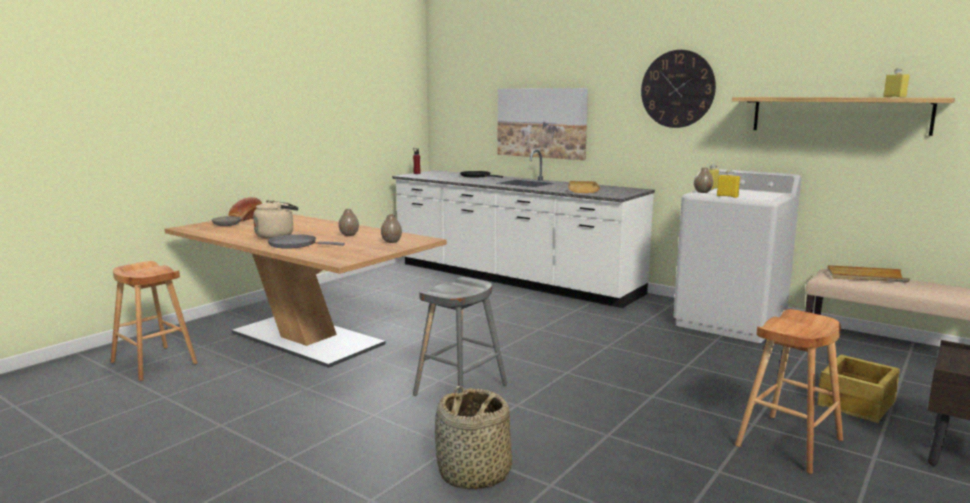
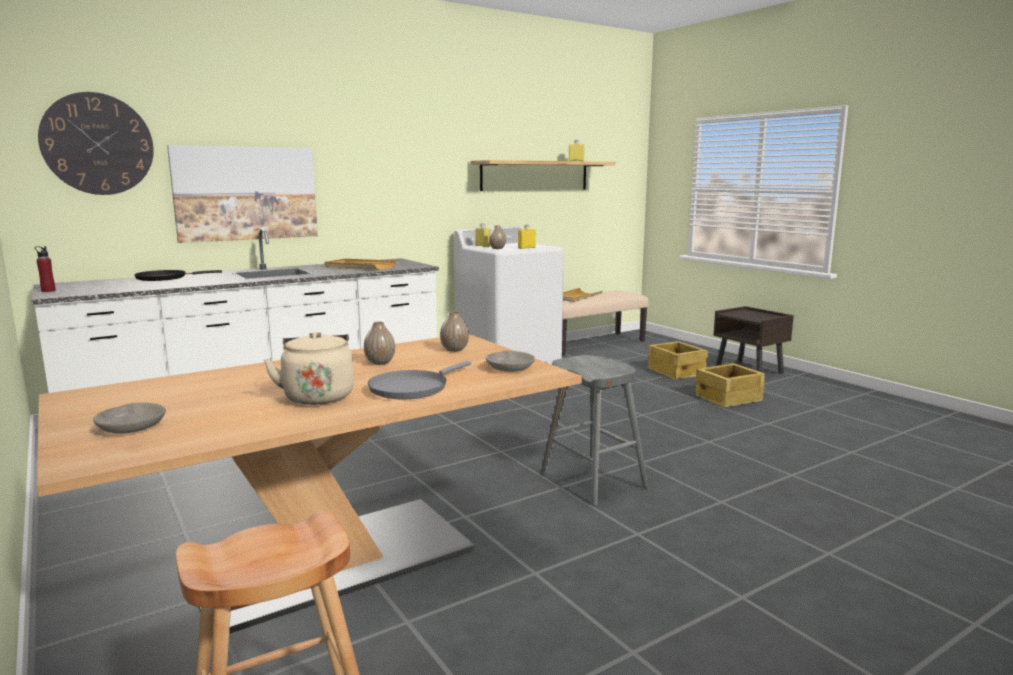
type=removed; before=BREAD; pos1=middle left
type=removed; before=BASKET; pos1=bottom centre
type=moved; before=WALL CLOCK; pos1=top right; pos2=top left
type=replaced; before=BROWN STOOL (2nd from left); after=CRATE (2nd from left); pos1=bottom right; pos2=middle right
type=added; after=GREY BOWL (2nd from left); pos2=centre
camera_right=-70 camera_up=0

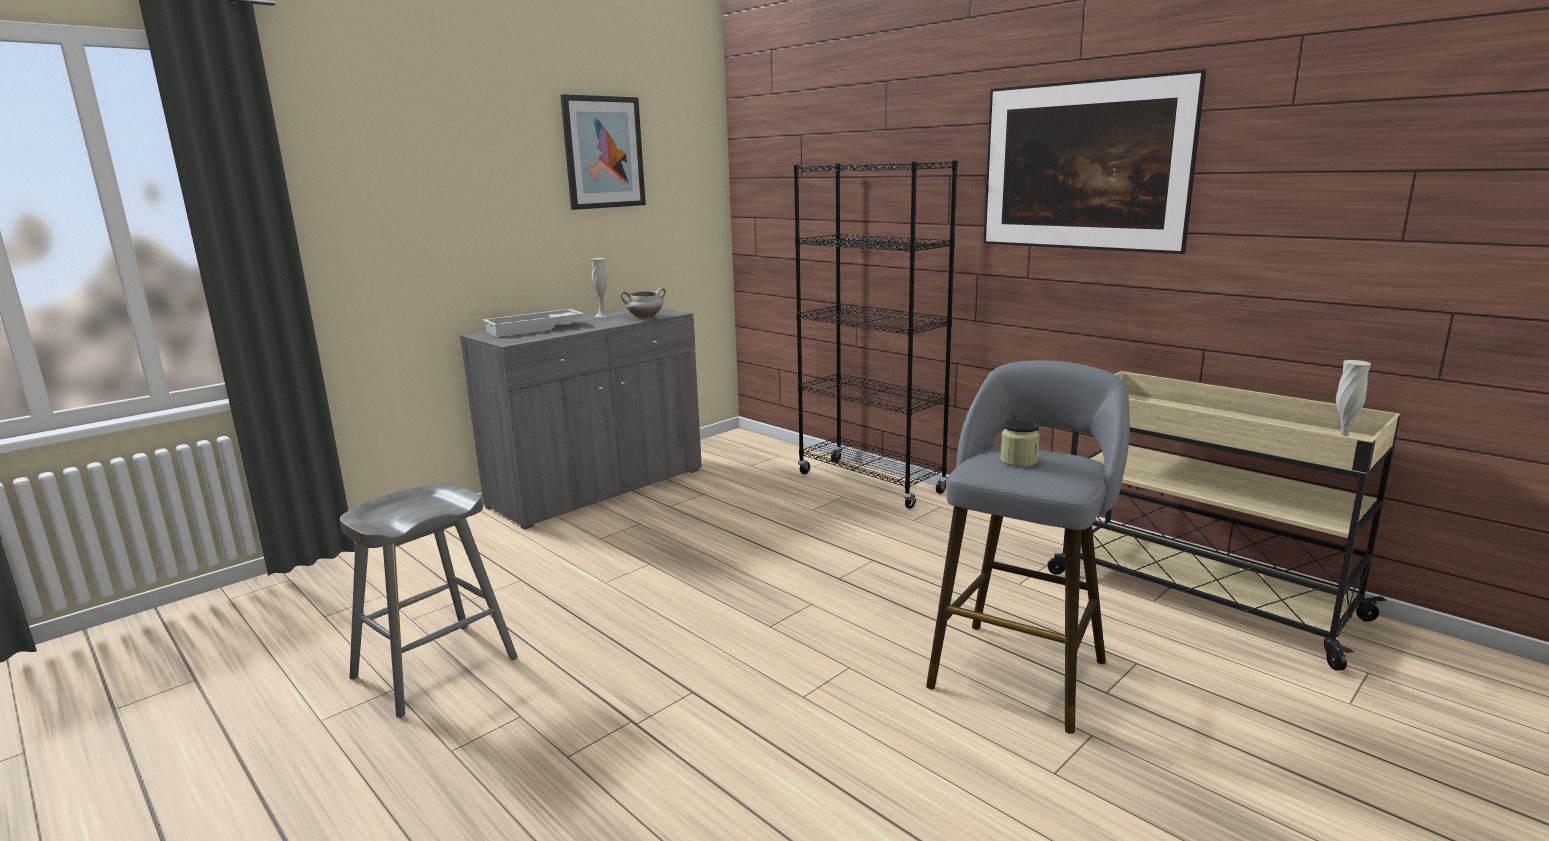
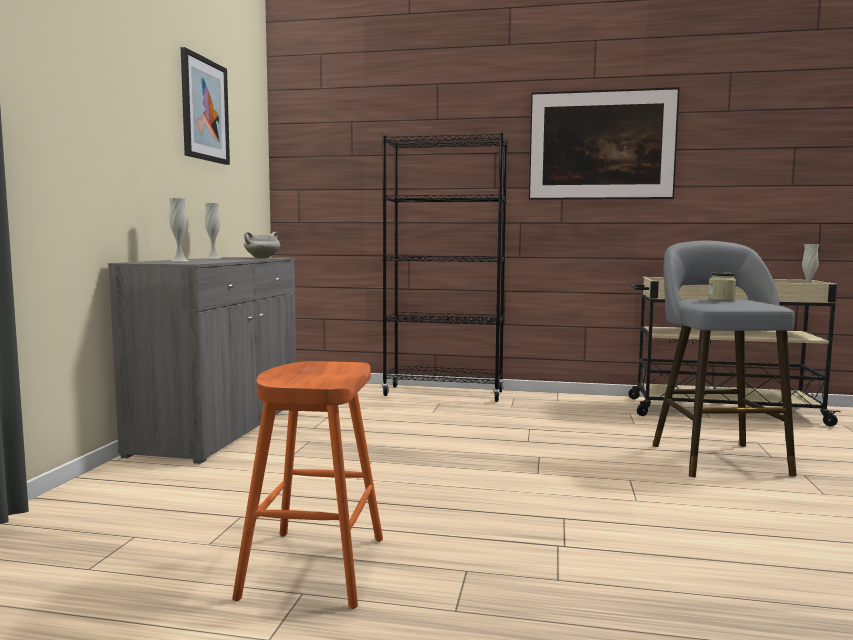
type=recoloured; before=GREY STOOL (1st from left); after=ORANGE STOOL; pos1=bottom left; pos2=bottom centre
type=replaced; before=WHITE TRAY; after=WHITE VASE (1st from left); pos1=centre; pos2=middle left
camera_right=-35 camera_up=-10

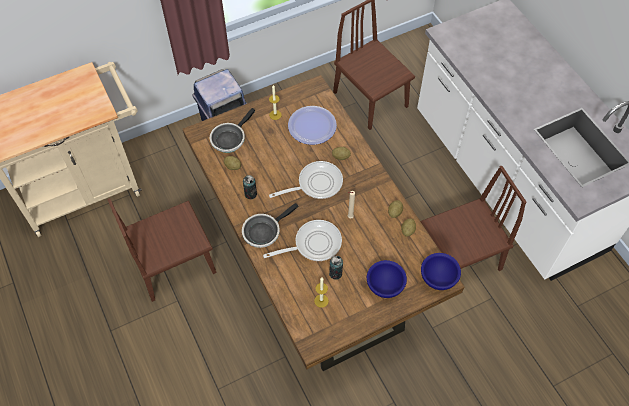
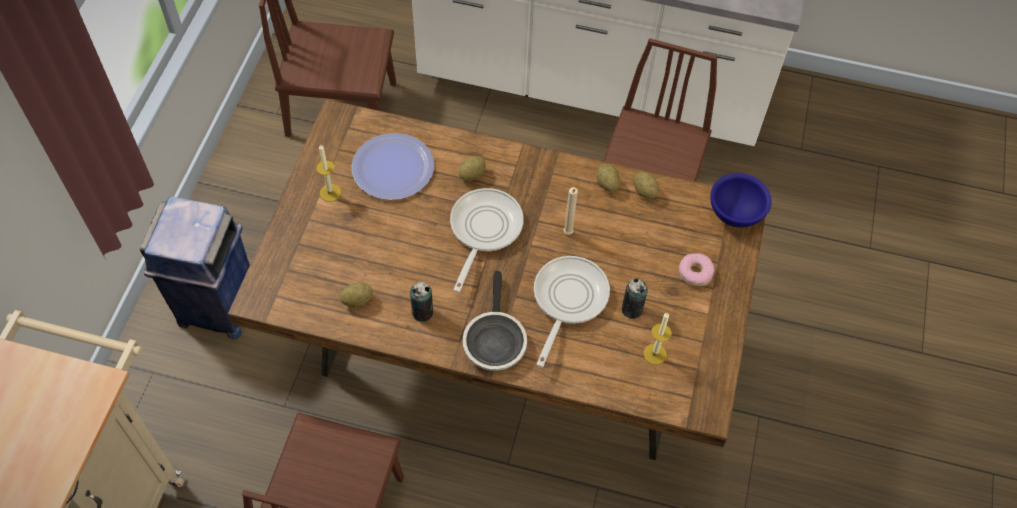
type=removed; before=FRYING PAN (1st from left); pos1=top centre
type=replaced; before=BLUE BOWL (1st from left); after=DONUT; pos1=bottom centre; pos2=middle right
camera_right=-50 camera_up=0

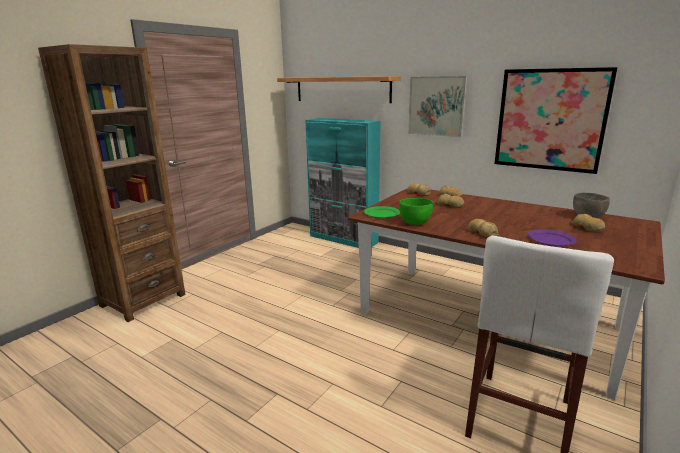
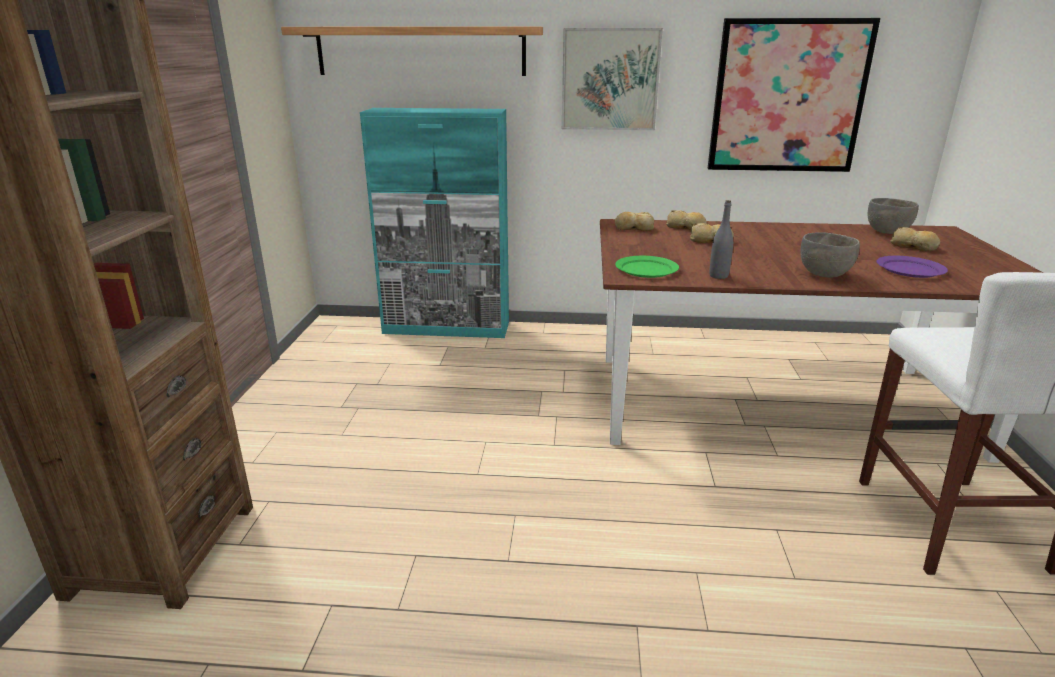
type=replaced; before=GREEN BOWL; after=GREY BOTTLE; pos1=centre; pos2=middle right
type=replaced; before=BREAD (4th from left); after=GREY BOWL (1st from left); pos1=middle right; pos2=middle right
camera_right=-30 camera_up=5

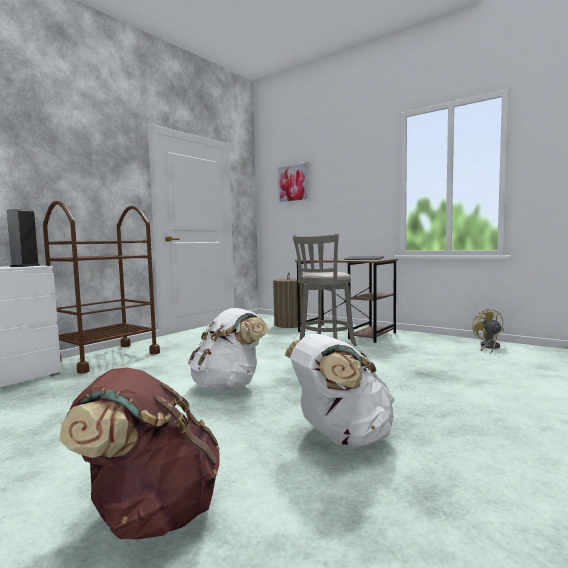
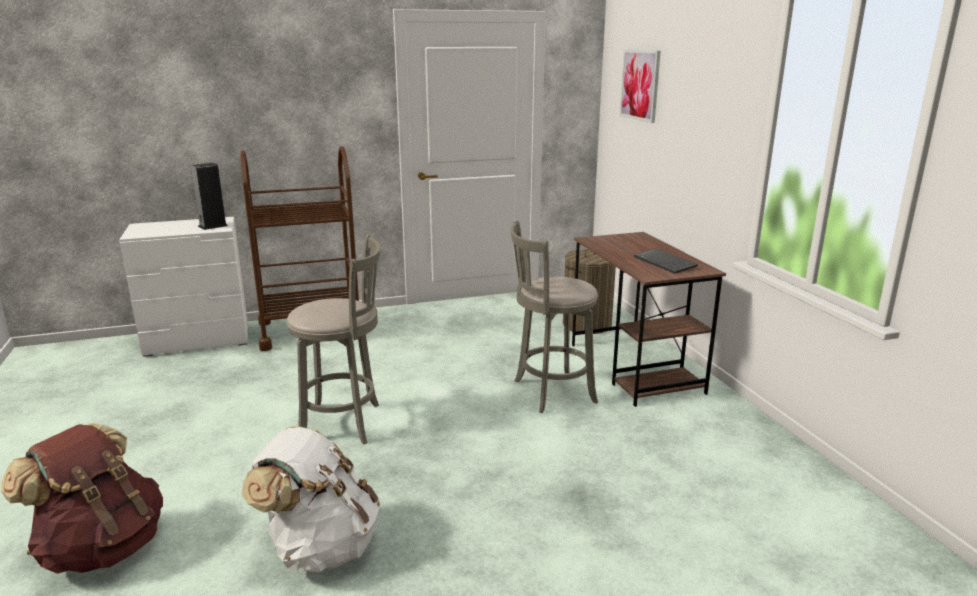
type=replaced; before=WHITE BACKPACK (1st from left); after=GREY STOOL (1st from left); pos1=centre; pos2=centre
type=removed; before=YELLOW FAN; pos1=middle right
camera_right=35 camera_up=15

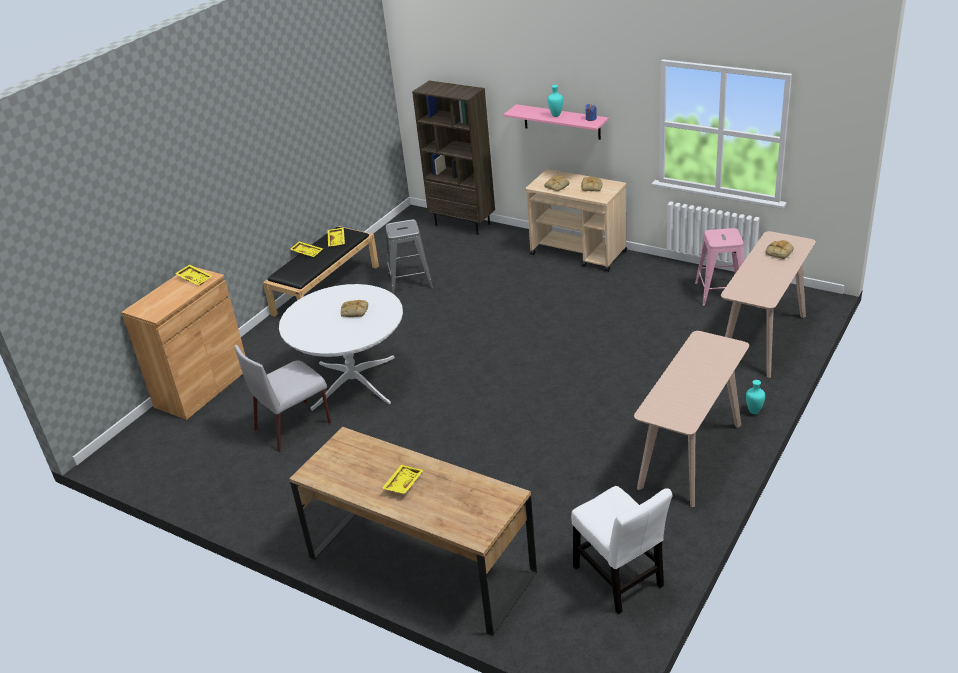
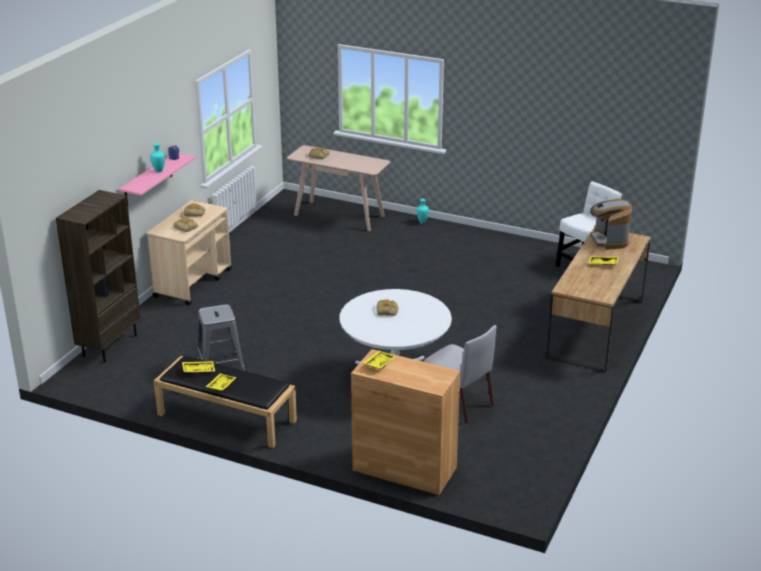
type=removed; before=BEIGE CONSOLE TABLE (1st from left); pos1=middle right
type=removed; before=PINK STOOL; pos1=middle right
type=added; after=COFFEE MACHINE; pos2=middle right
camera_right=-100 camera_up=-5

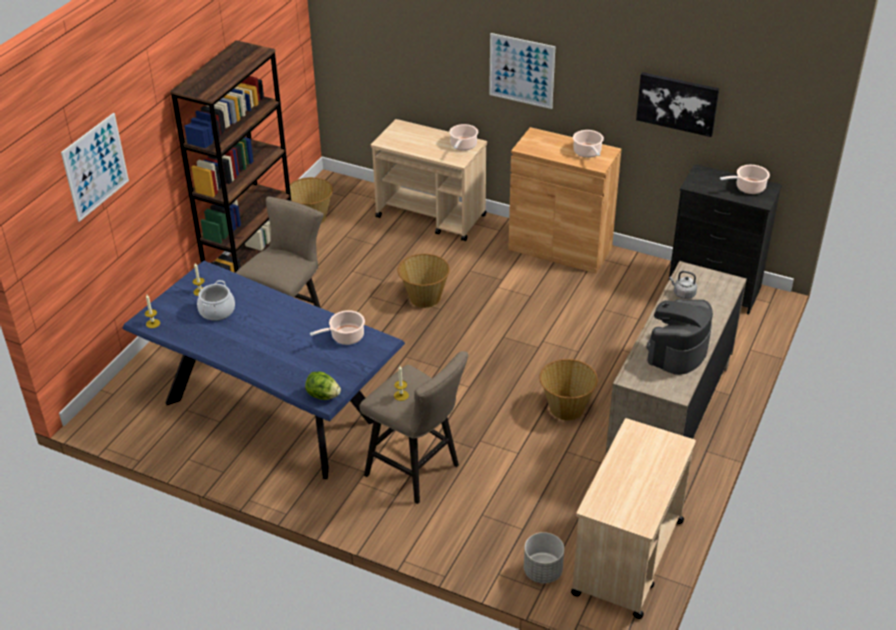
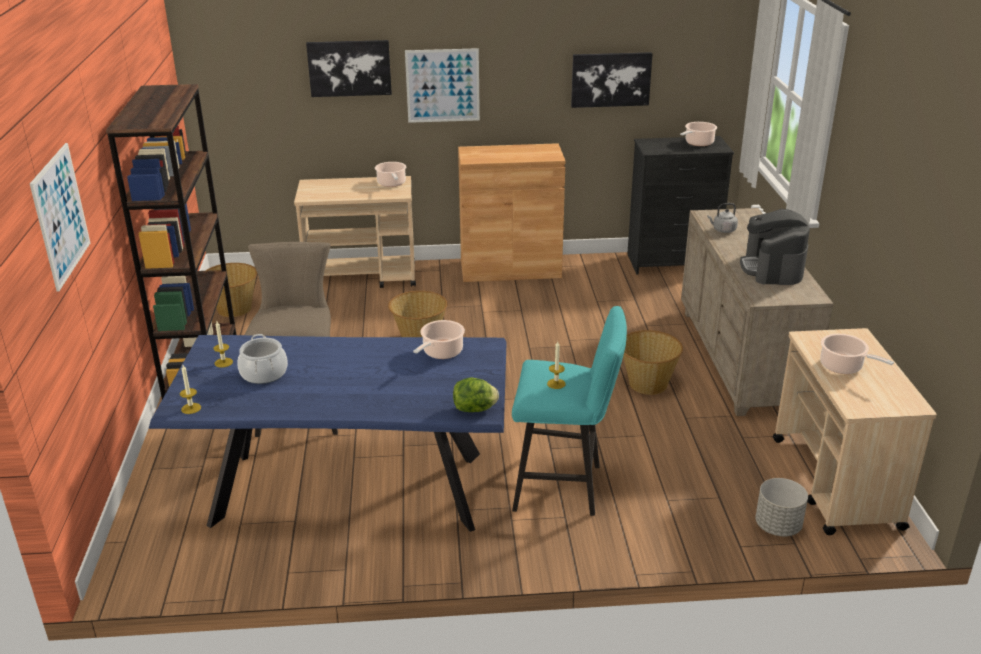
type=recoloured; before=BEIGE STOOL (2nd from left); after=TURQUOISE STOOL; pos1=bottom centre; pos2=centre
type=moved; before=COOKING POT (4th from left in the first image); after=COOKING POT (5th from left); pos1=top centre; pos2=middle right
type=added; after=PICTURE (2nd from left); pos2=top centre
camera_right=-30 camera_up=-10

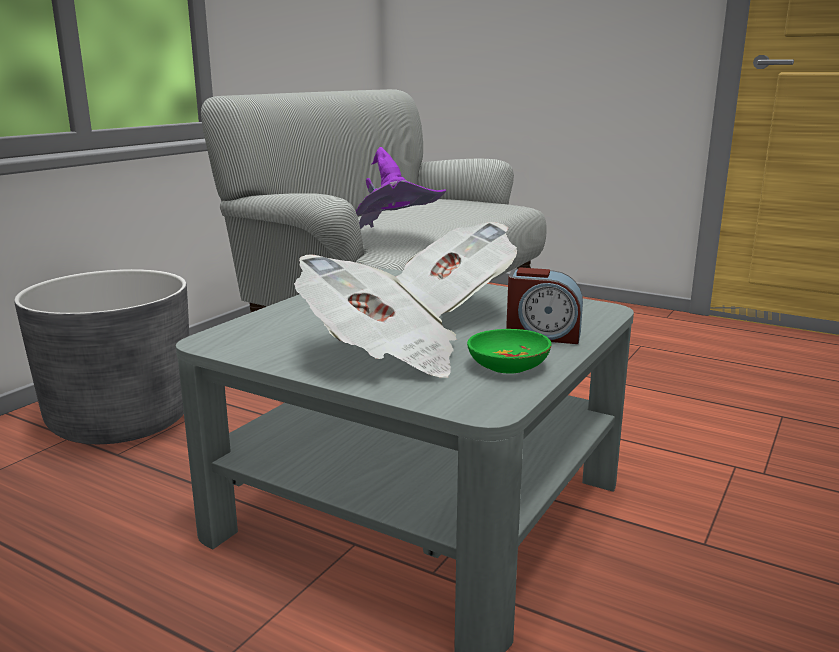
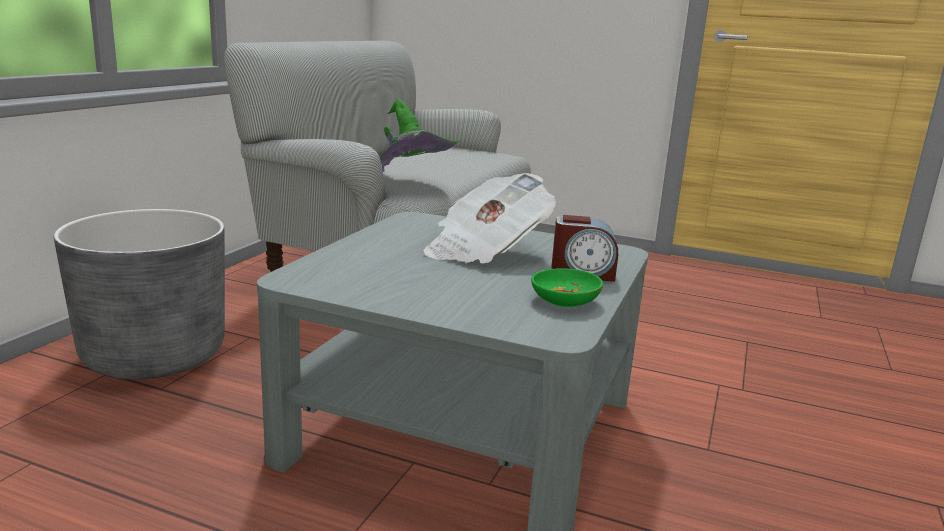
type=removed; before=NEWSPAPER (1st from left); pos1=centre
type=recoloured; before=PURPLE HAT; after=GREEN HAT; pos1=top centre; pos2=top centre
camera_right=-10 camera_up=0

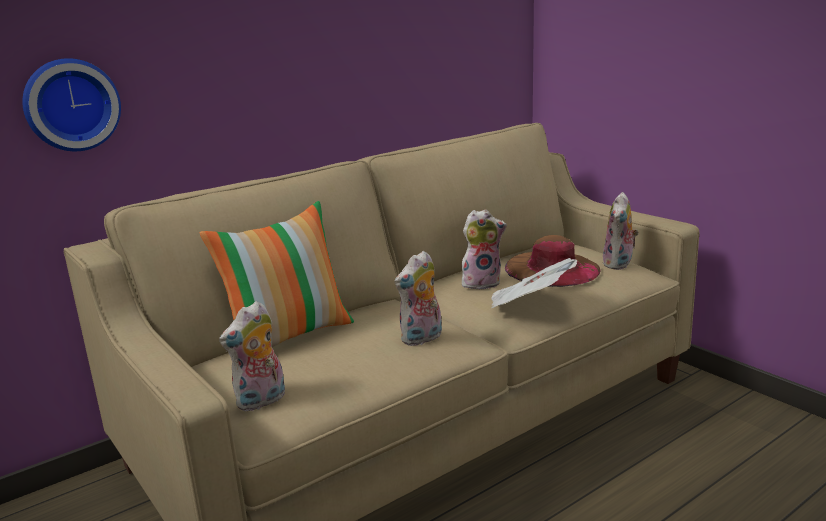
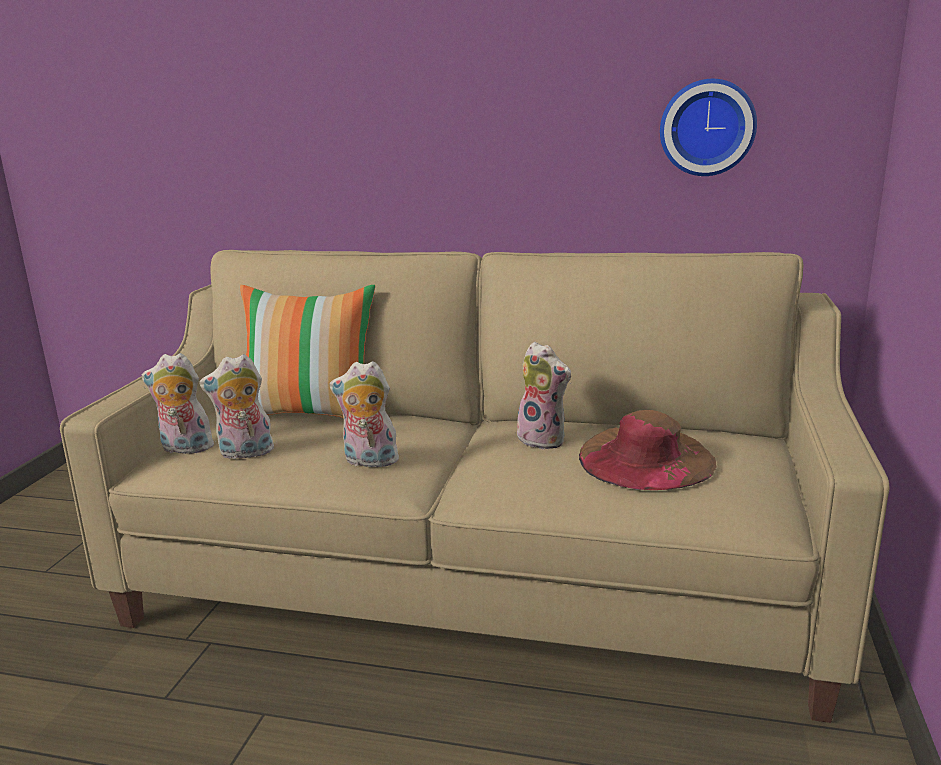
type=moved; before=WALL CLOCK; pos1=top left; pos2=top right
type=removed; before=NEWSPAPER; pos1=centre
type=moved; before=PLUSH TOY (4th from left in the first image); after=PLUSH TOY (2nd from left); pos1=middle right; pos2=middle left
camera_right=50 camera_up=0

